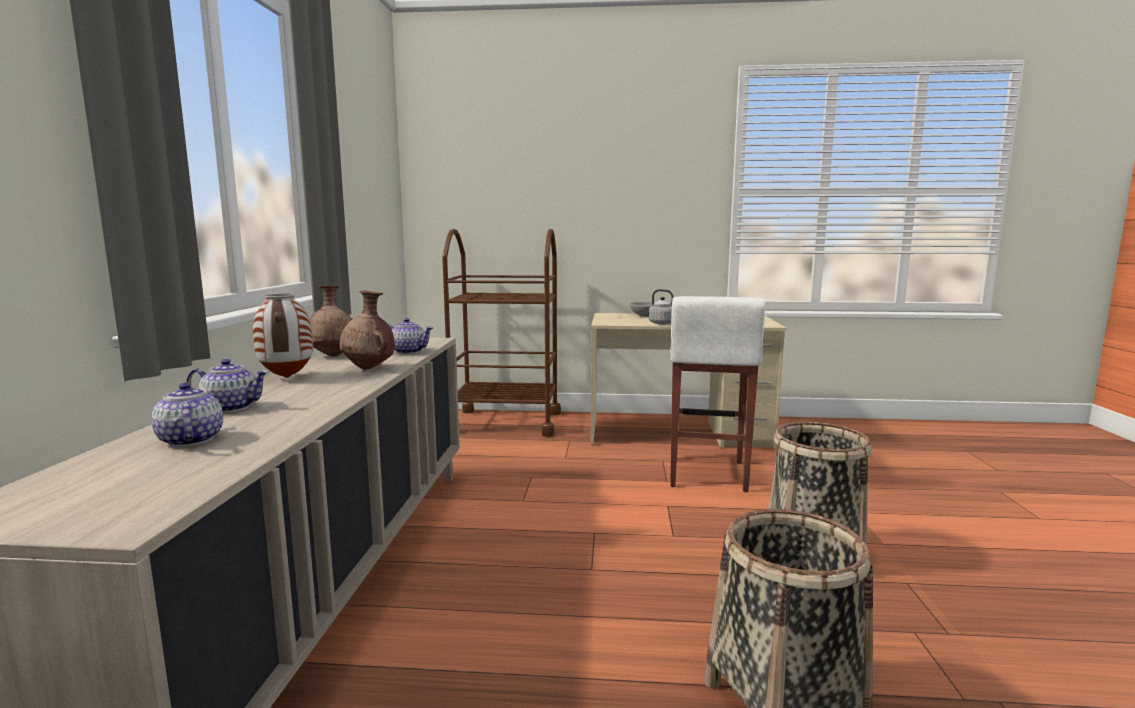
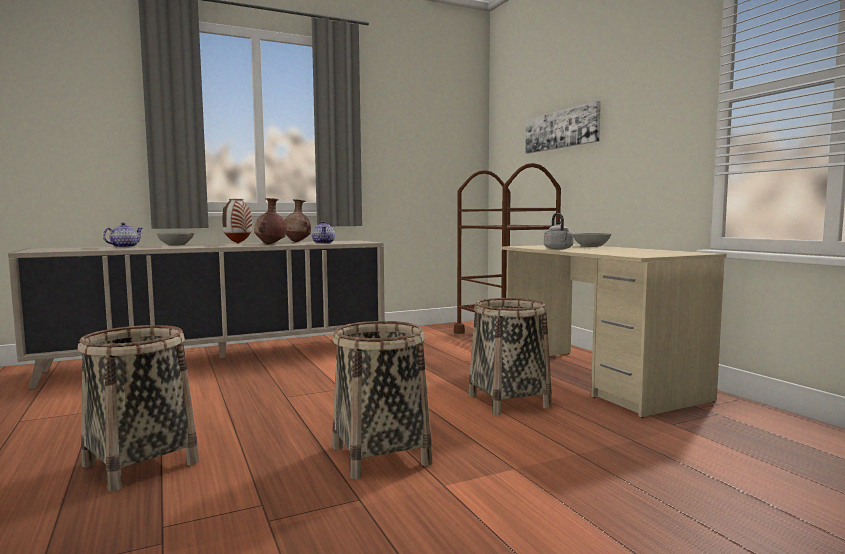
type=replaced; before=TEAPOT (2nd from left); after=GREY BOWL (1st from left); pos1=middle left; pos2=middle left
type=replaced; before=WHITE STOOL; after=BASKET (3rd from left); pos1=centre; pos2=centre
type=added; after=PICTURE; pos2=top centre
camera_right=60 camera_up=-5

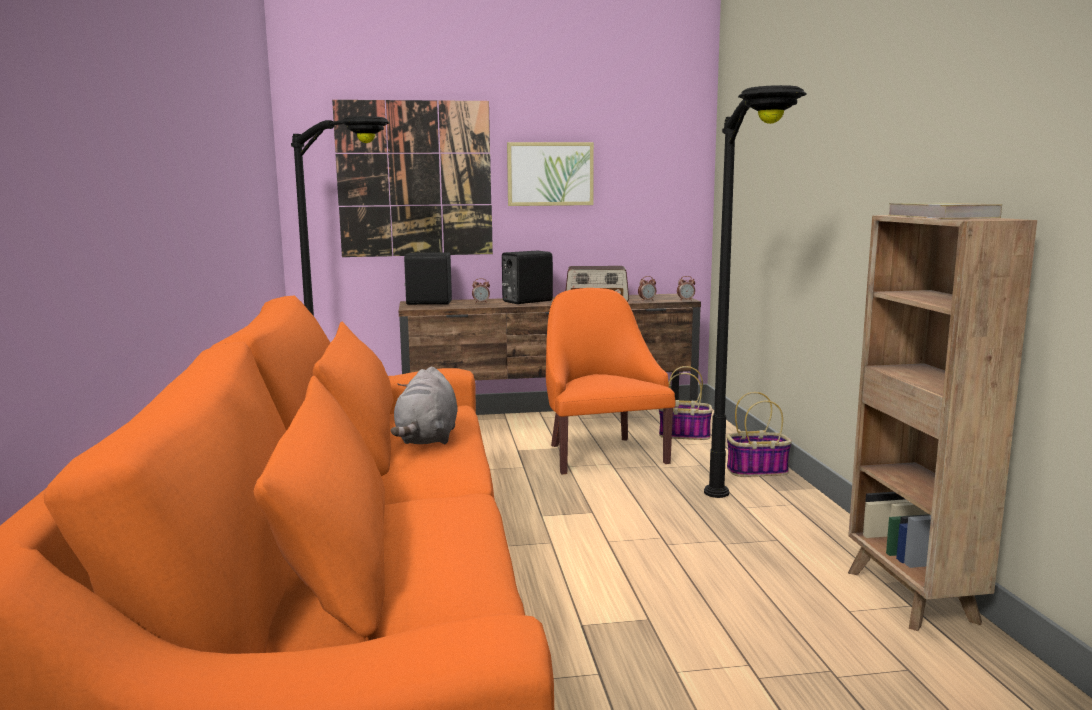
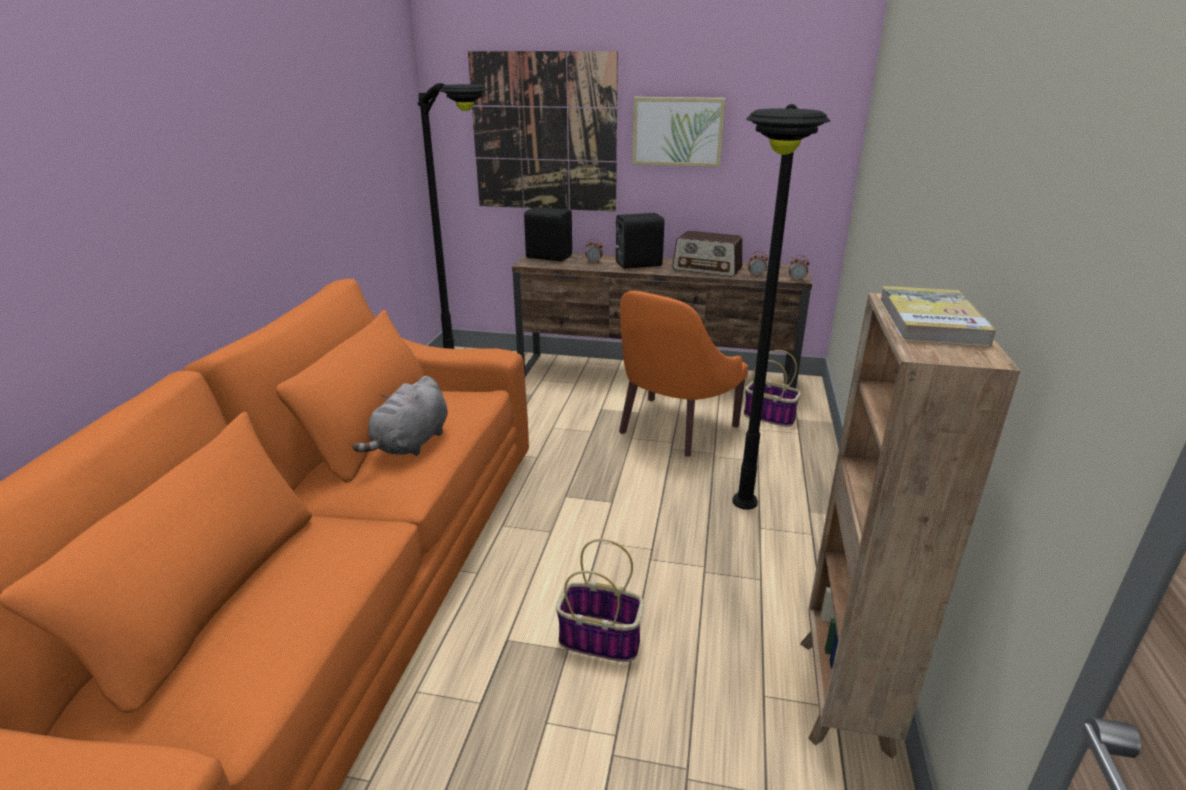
type=turned; before=ORANGE ARMCHAIR; pos1=centre; pos2=centre; turn=-150
type=moved; before=BASKET (2nd from left in the first image); after=BASKET (1st from left); pos1=middle right; pos2=bottom centre
camera_right=20 camera_up=15

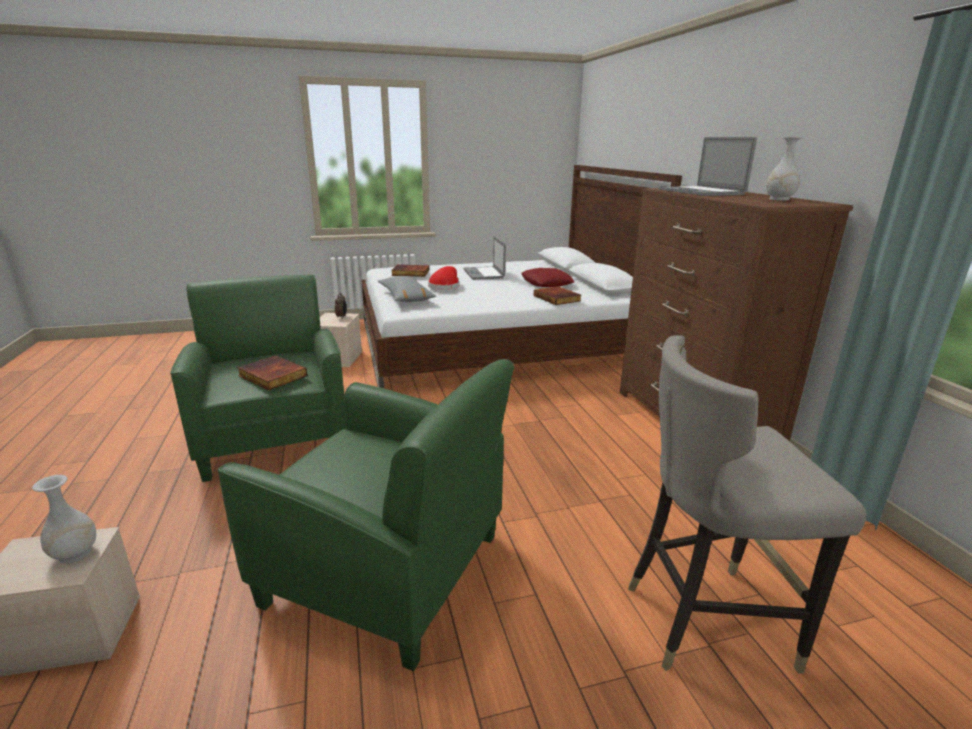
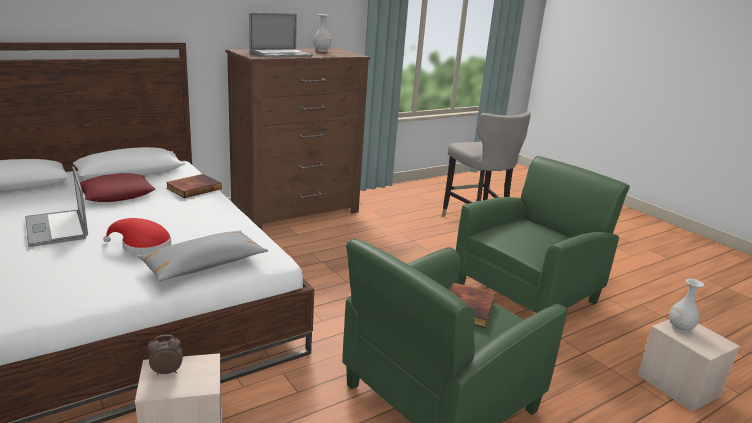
type=turned; before=GREEN ARMCHAIR (2nd from left); pos1=bottom centre; pos2=middle right; turn=45
type=removed; before=BOOK (2nd from left); pos1=centre
type=turned; before=LAPTOP (1st from left); pos1=centre; pos2=middle left; turn=90
camera_right=-110 camera_up=0

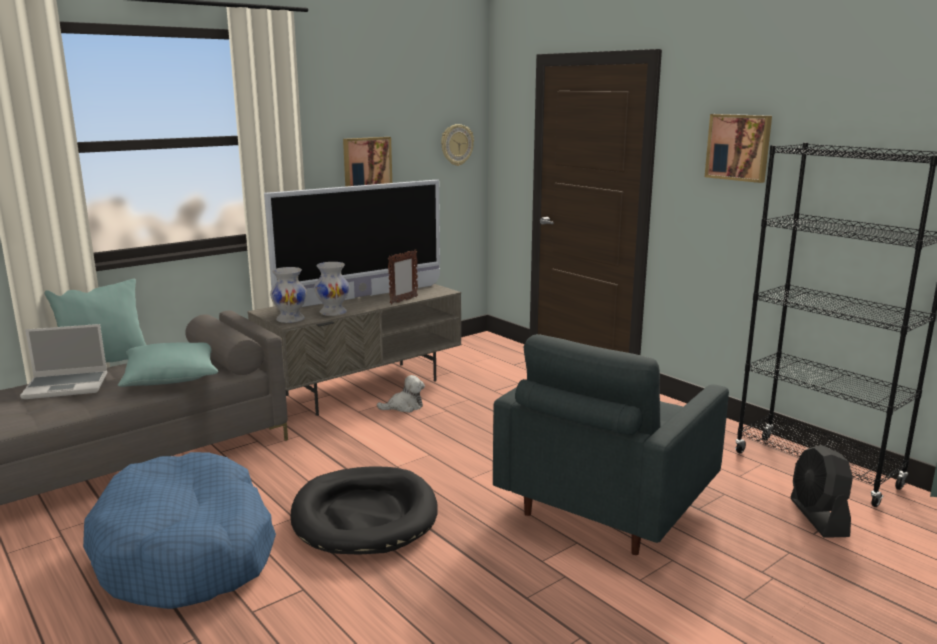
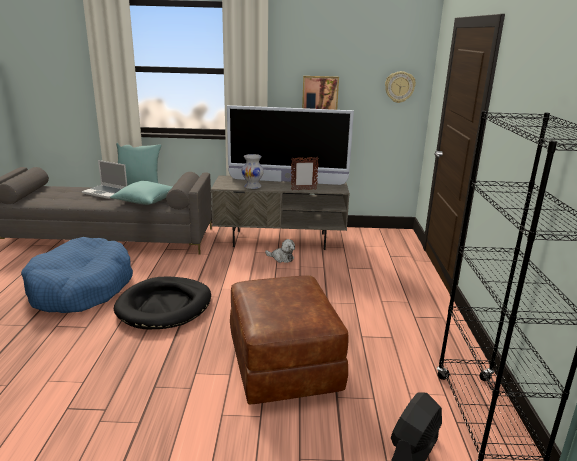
type=removed; before=WHITE VASE (1st from left); pos1=middle left
type=replaced; before=GREY ARMCHAIR; after=BROWN OTTOMAN; pos1=bottom centre; pos2=bottom centre
type=removed; before=PICTURE (2nd from left); pos1=top right
camera_right=40 camera_up=5

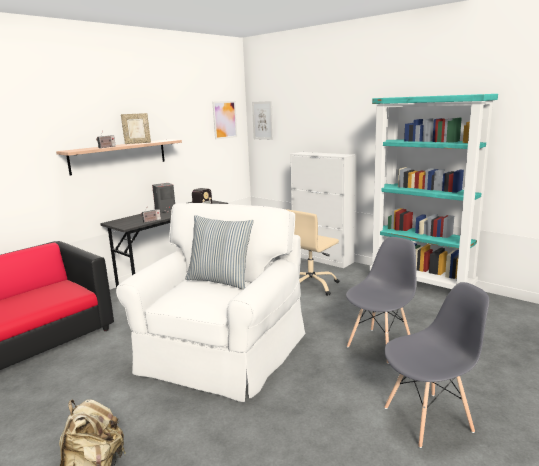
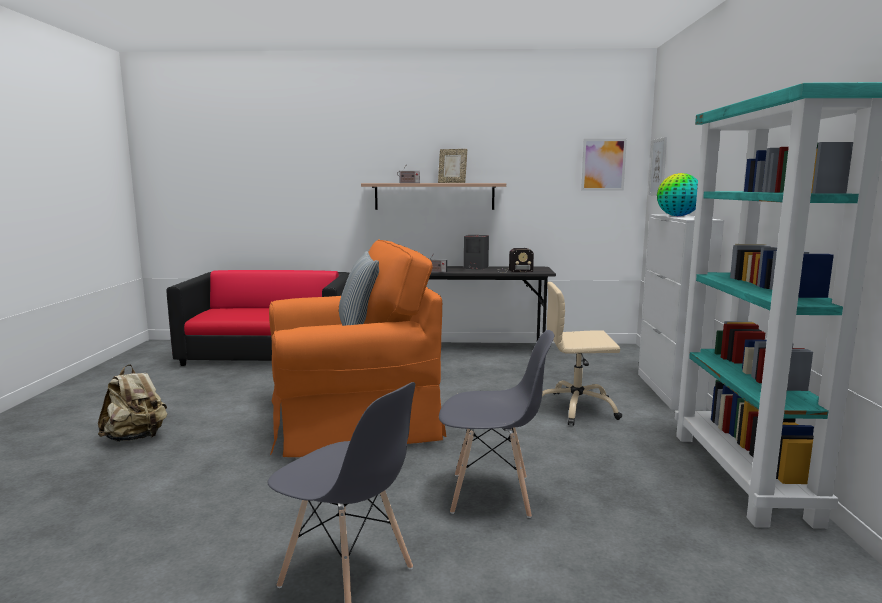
type=recoloured; before=WHITE ARMCHAIR; after=ORANGE ARMCHAIR; pos1=centre; pos2=centre
type=added; after=GLOBE; pos2=top right
camera_right=50 camera_up=-5

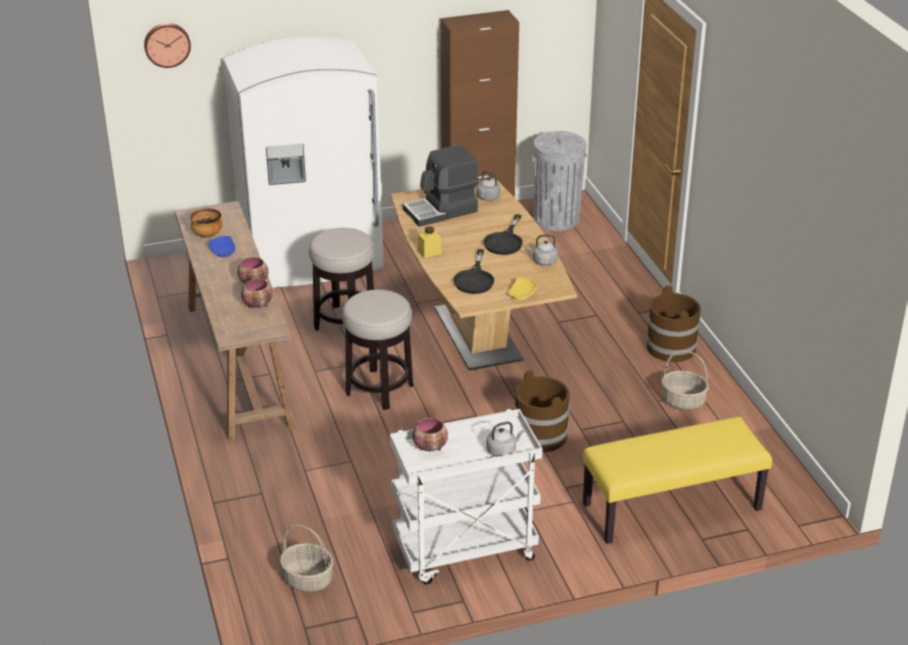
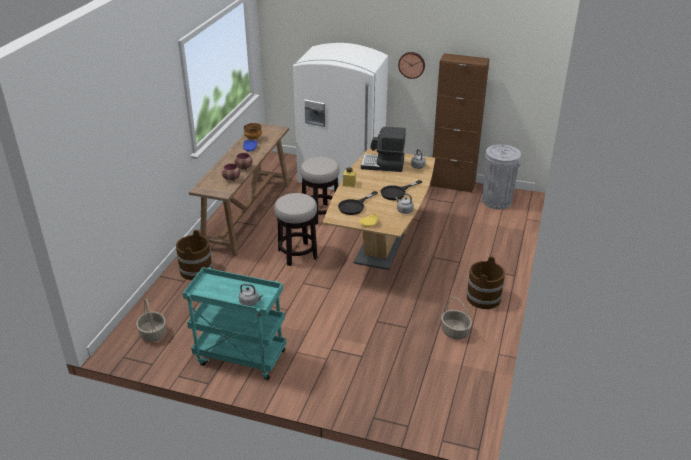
type=moved; before=WALL CLOCK; pos1=top left; pos2=top centre
type=recoloured; before=WHITE CART; after=TURQUOISE CART; pos1=bottom centre; pos2=bottom centre
type=removed; before=BOWL (4th from left); pos1=bottom centre
type=moved; before=BROWN BUCKET (1st from left); pos1=centre; pos2=middle left
type=removed; before=YELLOW BENCH; pos1=bottom right
camera_right=35 camera_up=0

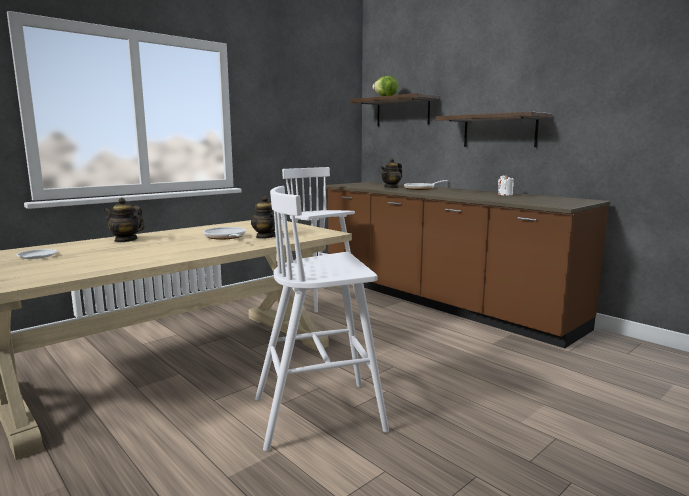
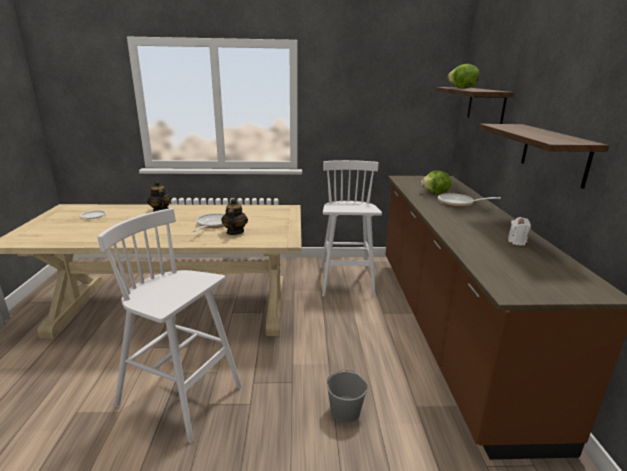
type=replaced; before=TEAPOT (3rd from left); after=LETTUCE (1st from left); pos1=centre; pos2=middle right
type=added; after=GREY BUCKET; pos2=bottom centre
camera_right=40 camera_up=10

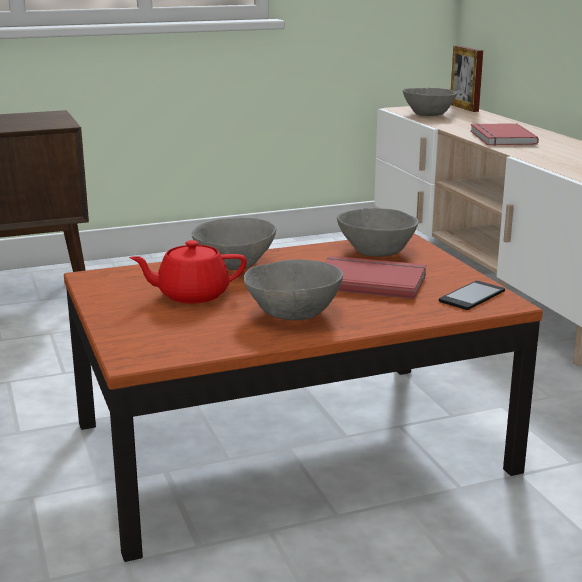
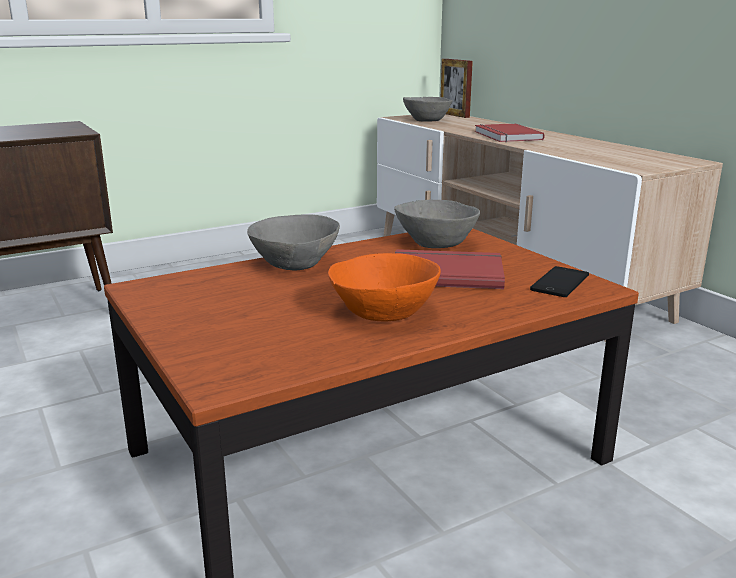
type=removed; before=RED TEAPOT; pos1=middle left
type=recoloured; before=GREY BOWL (2nd from left); after=ORANGE BOWL; pos1=centre; pos2=centre
camera_right=-10 camera_up=0

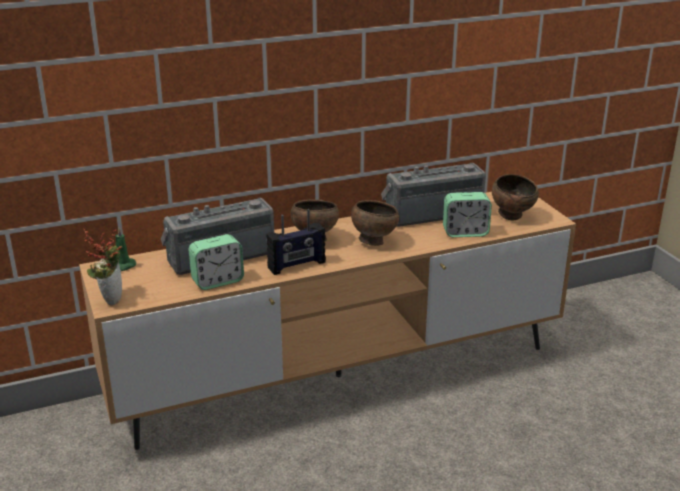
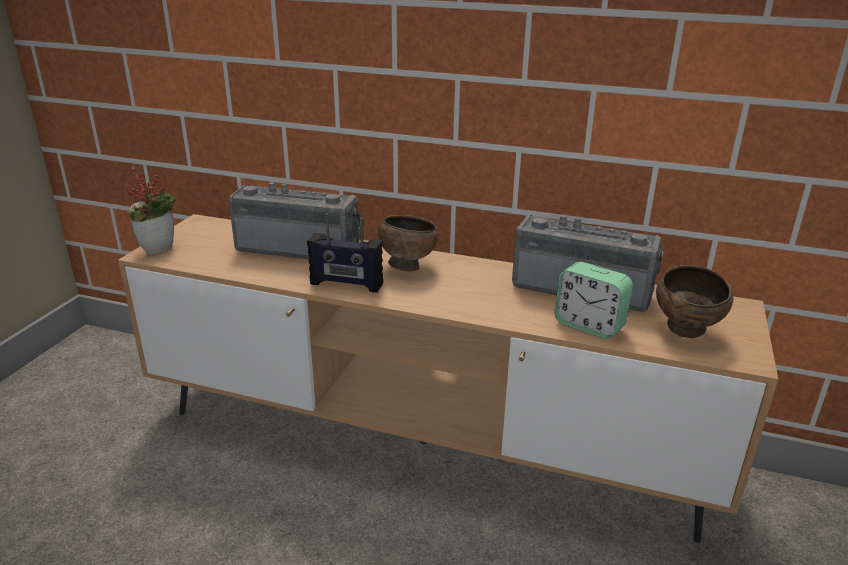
type=removed; before=GREEN CANDLE; pos1=middle left
type=removed; before=ALARM CLOCK (1st from left); pos1=middle left
type=removed; before=BROWN BOWL (2nd from left); pos1=centre
camera_right=40 camera_up=0

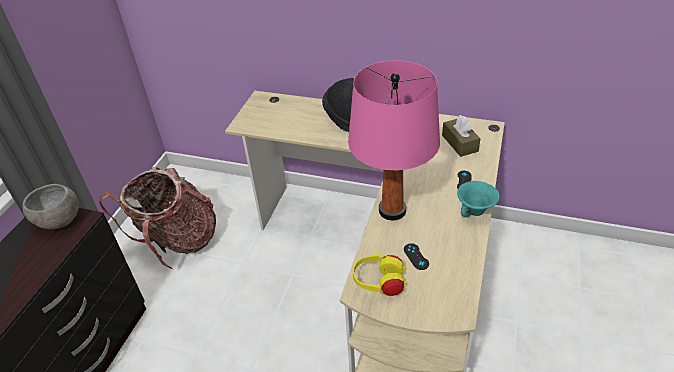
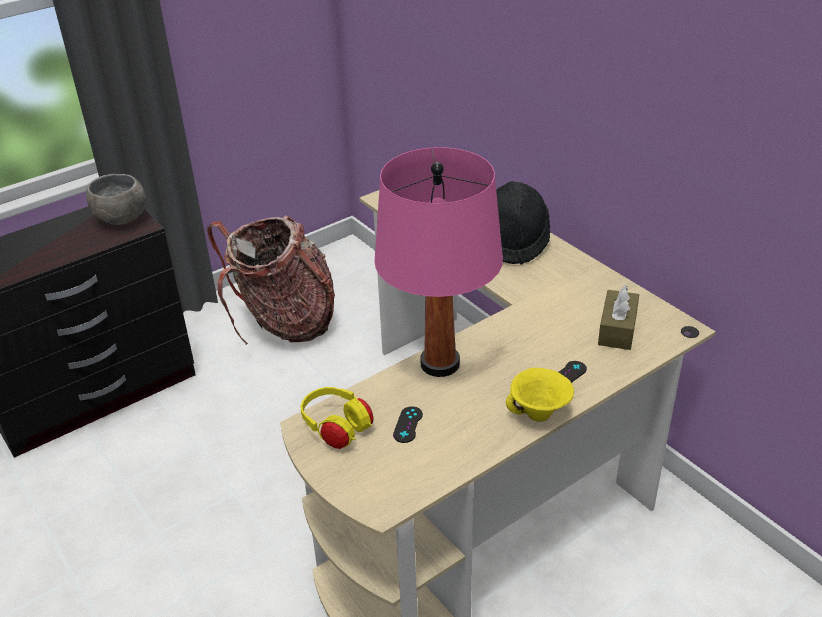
type=recoloured; before=TURQUOISE BOWL; after=YELLOW BOWL; pos1=middle right; pos2=centre
camera_right=35 camera_up=-5

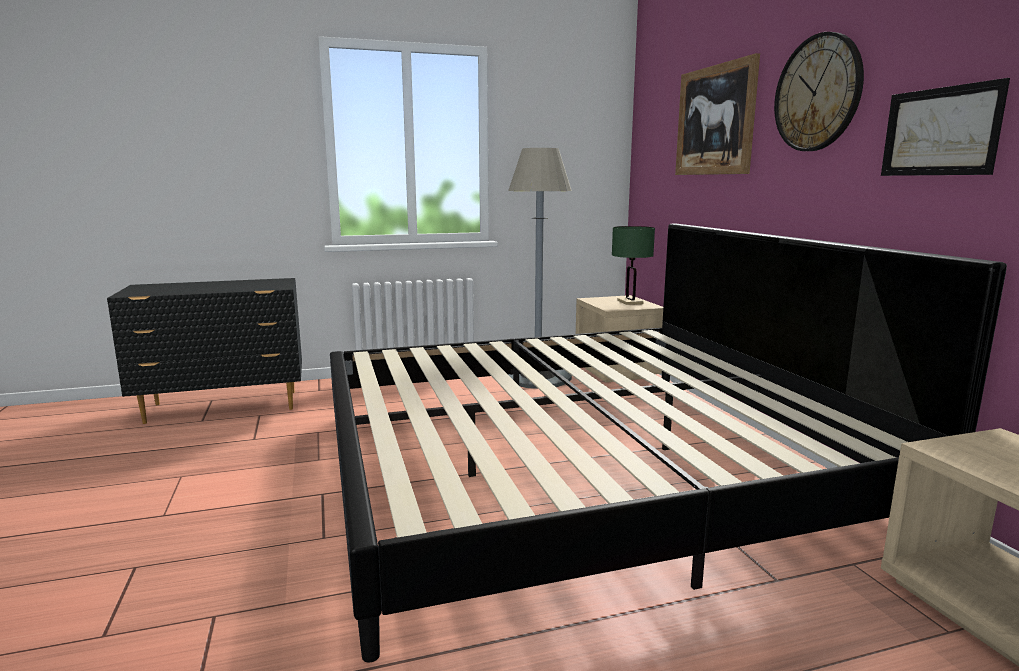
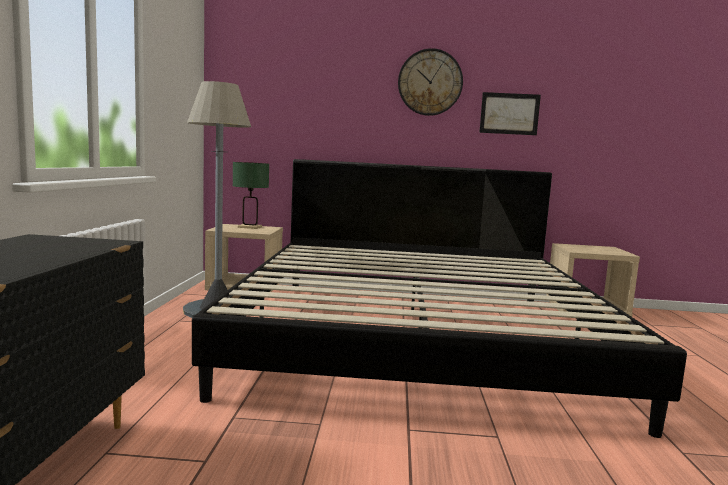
type=removed; before=PICTURE (1st from left); pos1=top right
camera_right=-70 camera_up=-5

